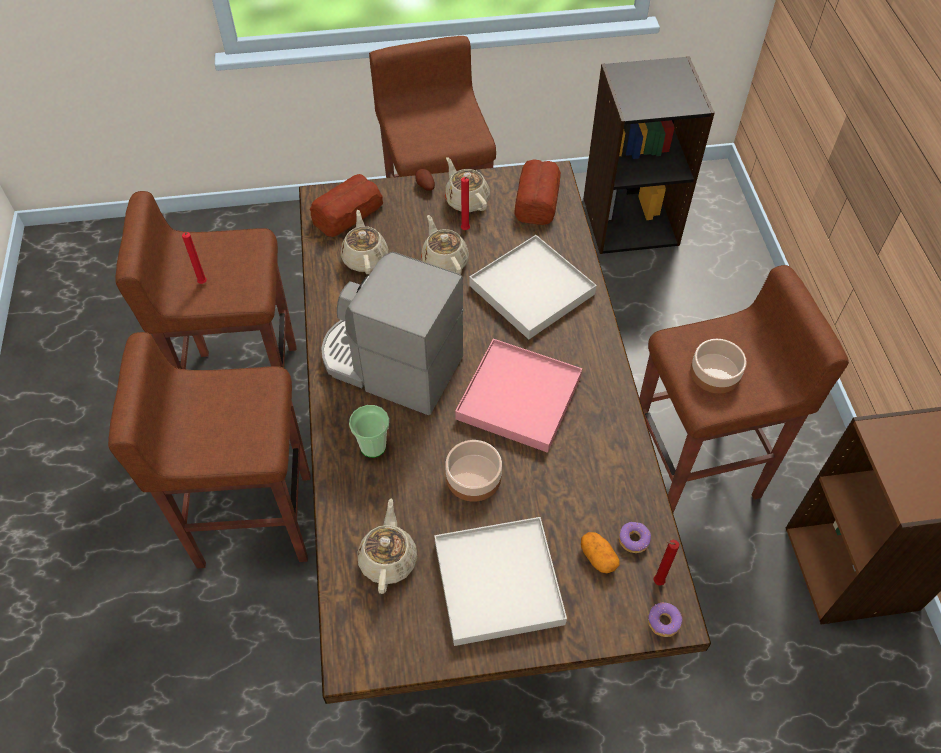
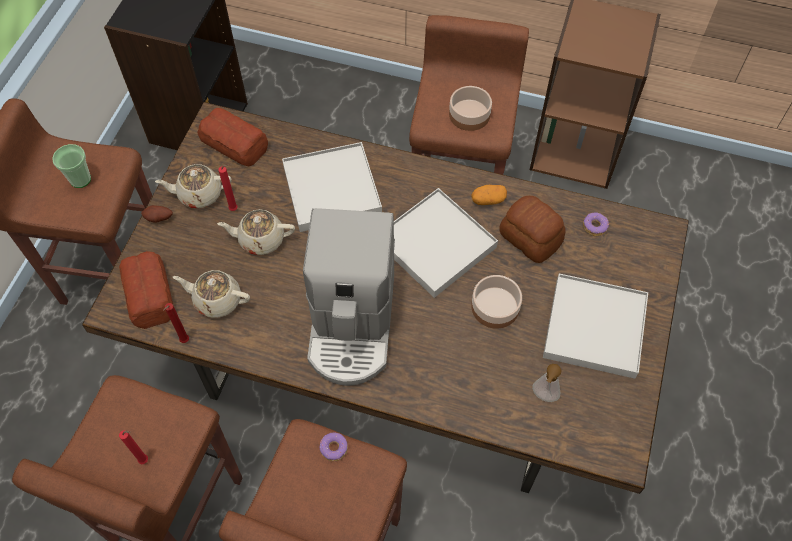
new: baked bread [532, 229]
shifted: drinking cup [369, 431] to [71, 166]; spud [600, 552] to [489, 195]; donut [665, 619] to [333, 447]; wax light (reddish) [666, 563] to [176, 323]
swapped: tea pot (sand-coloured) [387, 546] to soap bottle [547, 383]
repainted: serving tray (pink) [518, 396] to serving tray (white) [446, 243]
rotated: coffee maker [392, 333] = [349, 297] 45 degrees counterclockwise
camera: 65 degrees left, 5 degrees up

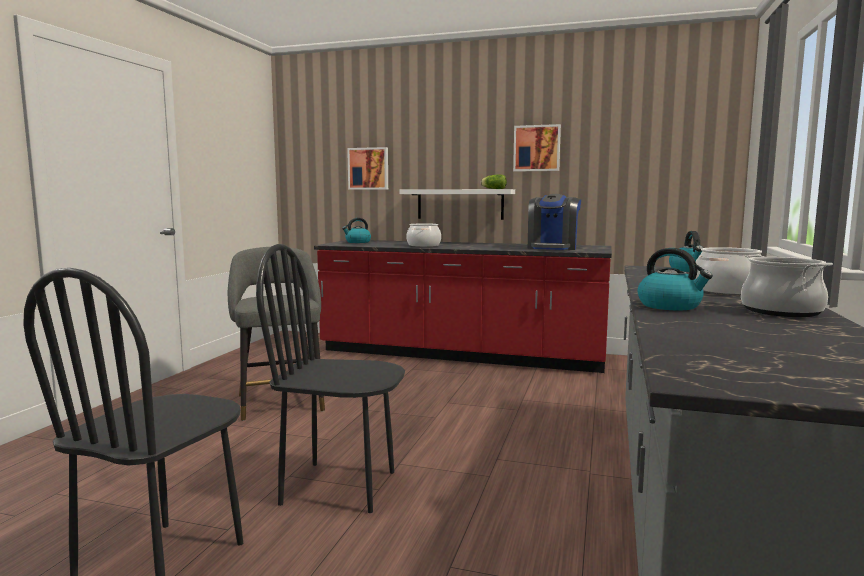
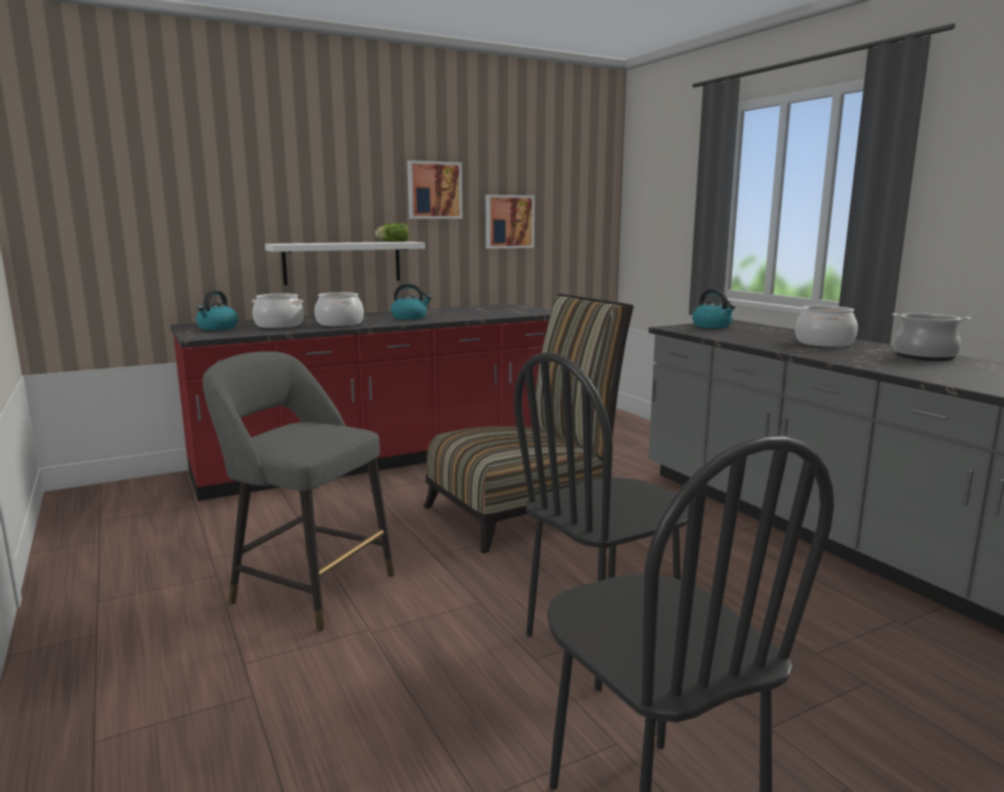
gone: coffee maker [554, 222]
new: cooking pot [278, 310]; chair [529, 423]
shifted: wall picture [367, 168] to [510, 222]; kettle [675, 279] to [411, 301]
camera: 45 degrees left, 5 degrees up

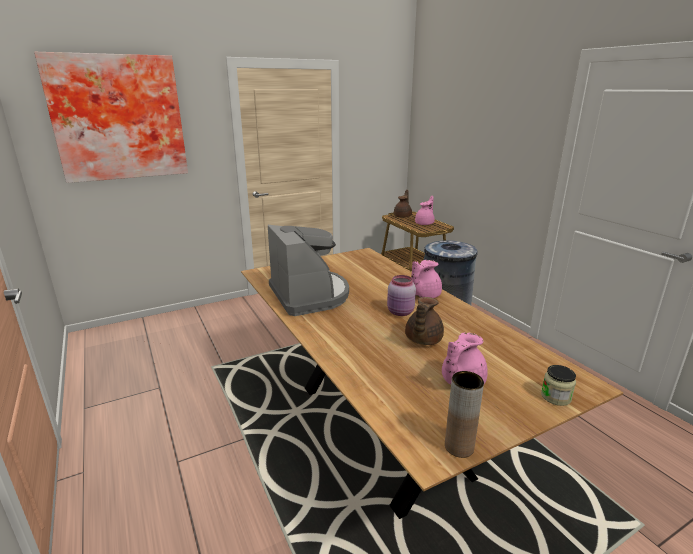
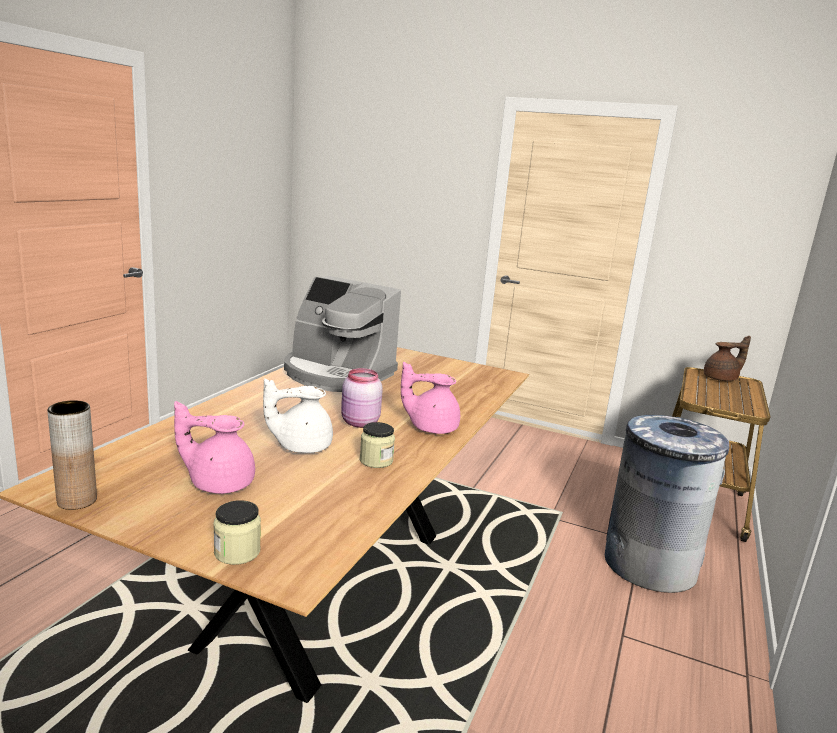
gone: wall picture [111, 117]; tea pot (pink) [425, 210]
new: jar [377, 445]
repainted: tea pot (brownish) [424, 321] to tea pot (white) [298, 415]
rotated: coffee maker [308, 270] = [342, 334] 90 degrees clockwise
camera: 50 degrees right, 5 degrees down

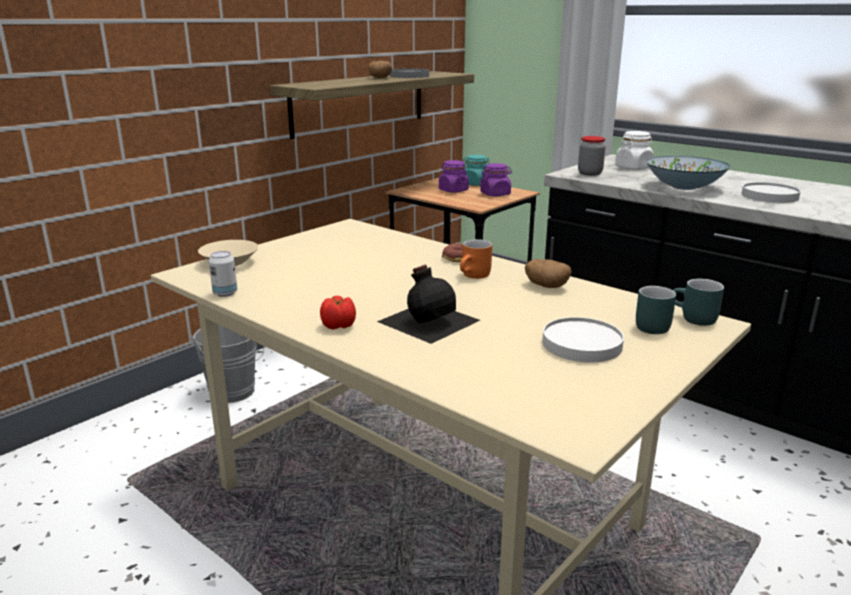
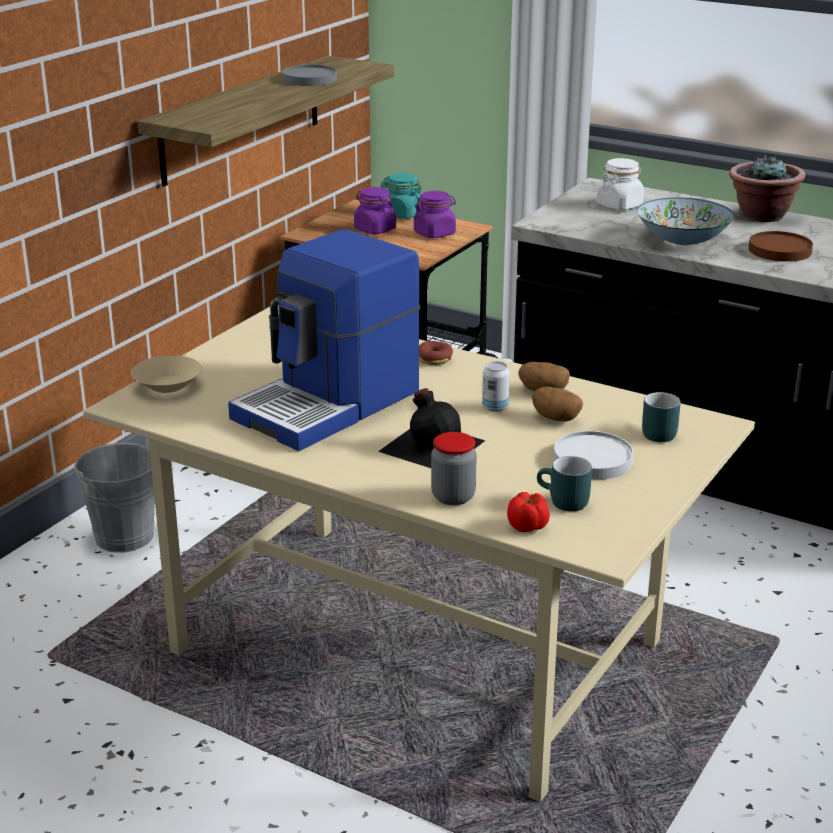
gone: tea mug (orange-coloured) [476, 259]
new: coffee maker [324, 340]; houseplant [767, 188]
shifted: sealed can [223, 274] to [496, 386]; whole tomato [338, 312] to [528, 512]; spud [380, 69] to [557, 404]; jar [591, 156] to [454, 468]; tea mug (turquoise) [698, 302] to [564, 483]
repainted: dinner plate (white) [771, 192] to dinner plate (brownish) [780, 246]
camera: 10 degrees left, 5 degrees up

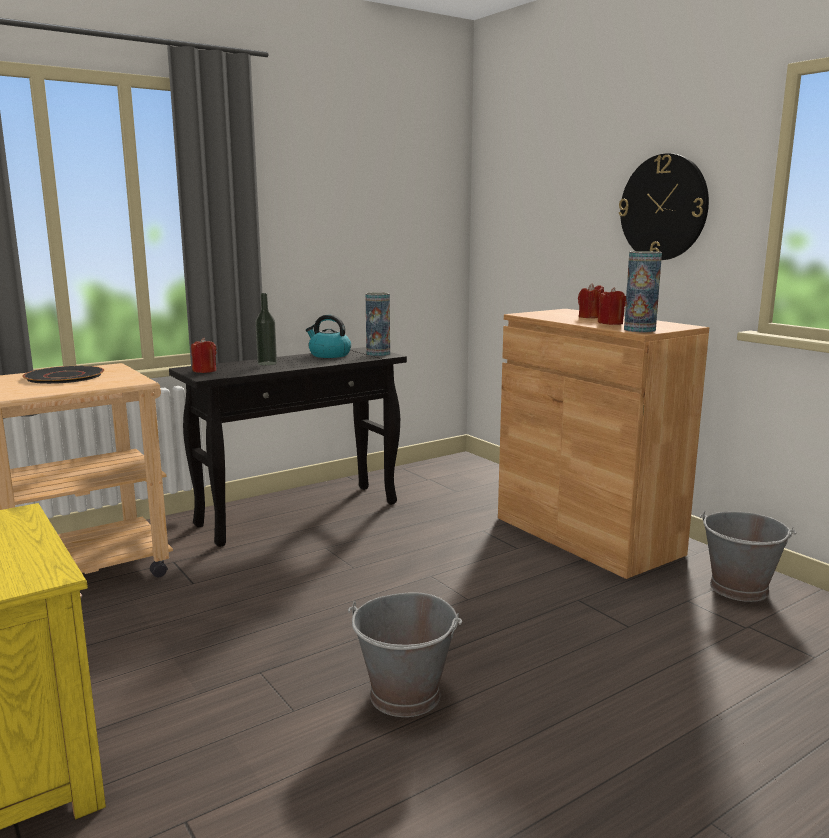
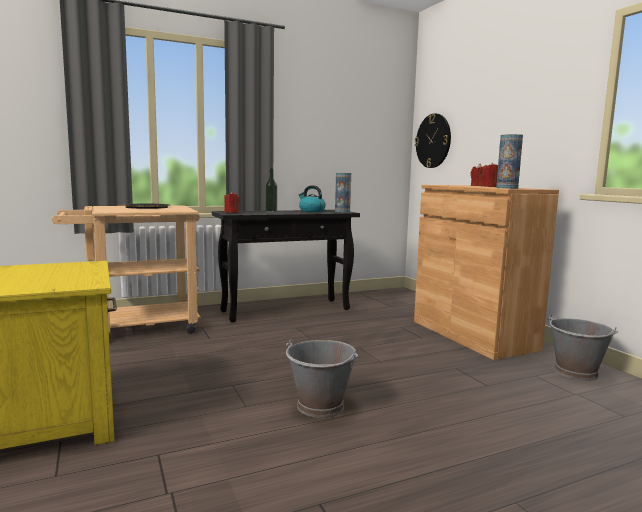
shifted: hanging clock [664, 206] to [433, 140]
camera: 10 degrees right, 5 degrees down

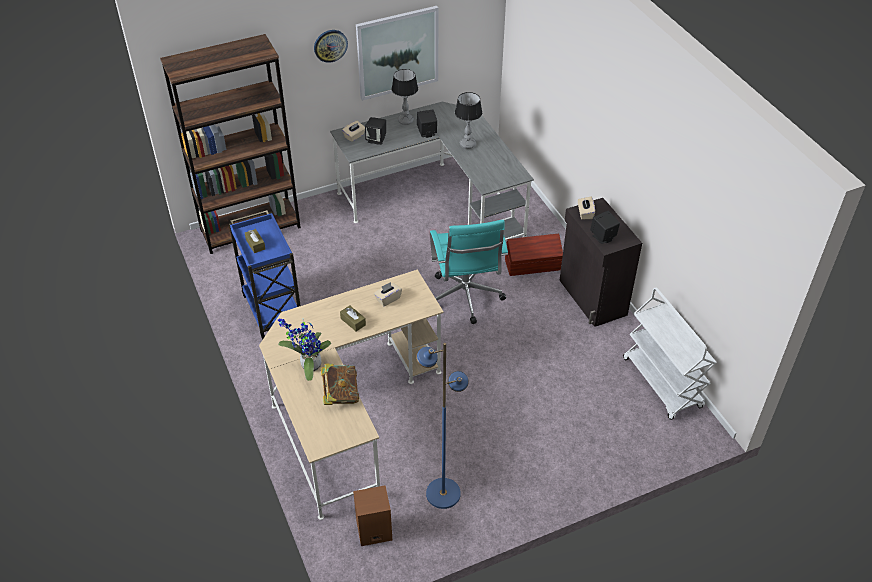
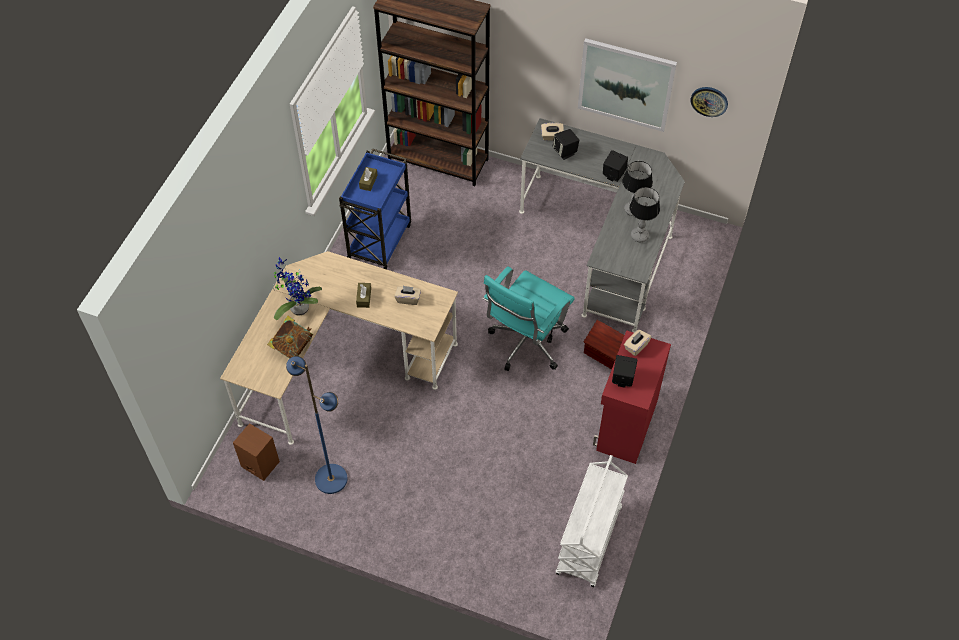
shifted: hanging clock [331, 46] to [709, 102]; lamp for a table [405, 97] to [644, 214]
repainted: cupboard (blackish) [600, 262] to cupboard (reddish) [632, 397]
camera: 45 degrees right, 10 degrees up

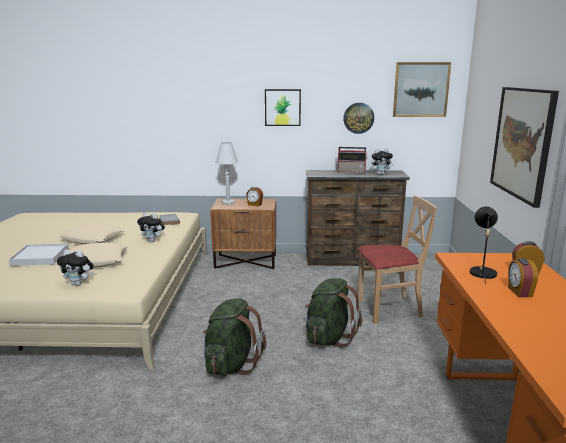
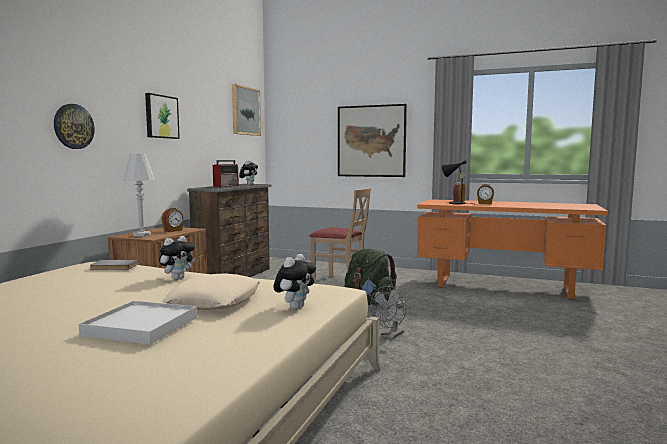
gone: cushion (sand-coloured) [92, 233]
shifted: hanging clock [358, 118] to [74, 126]
swapped: backpack (green) [234, 337] to electric fan (grey) [388, 313]
rotated: chair (sand-coloured) [397, 259] = [340, 236] 105 degrees clockwise
camera: 70 degrees left, 10 degrees down

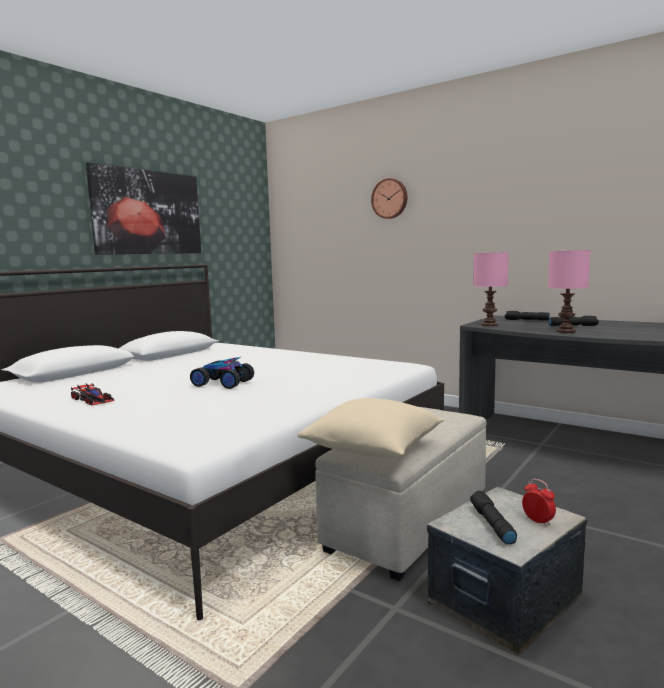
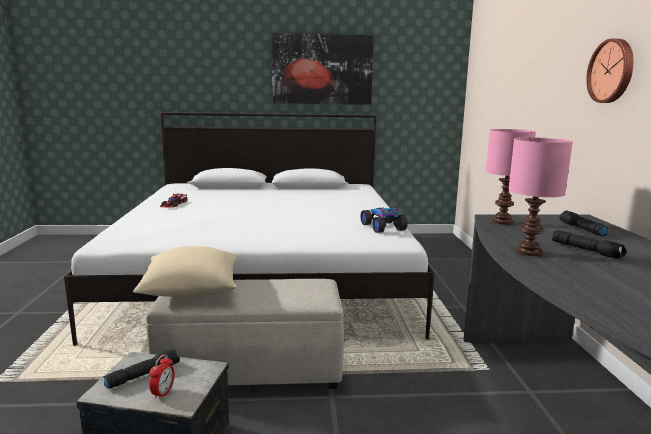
shifted: model car [222, 373] to [383, 220]; hanging clock [389, 198] to [610, 71]
camera: 50 degrees right, 5 degrees up

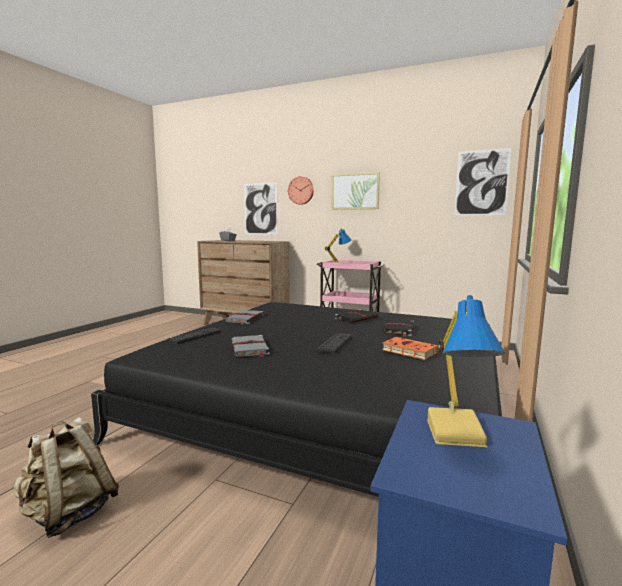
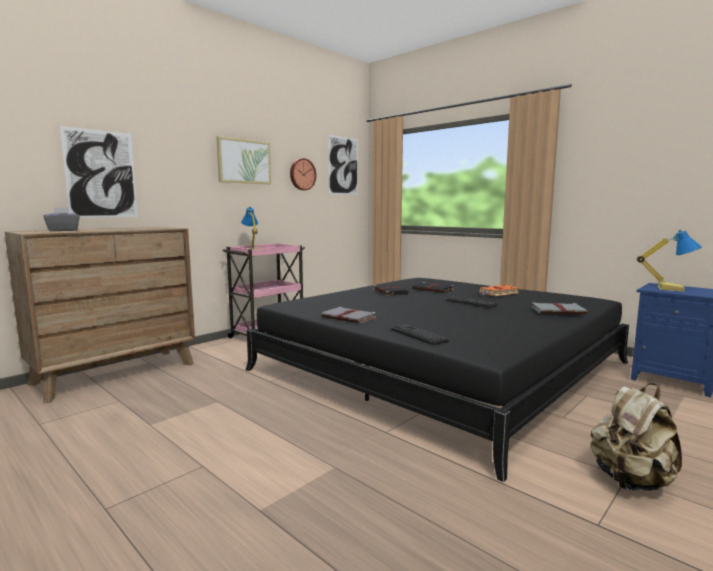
shifted: bound book (grey) [250, 346] to [559, 308]; hanging clock [301, 190] to [303, 174]
camera: 70 degrees left, 0 degrees up

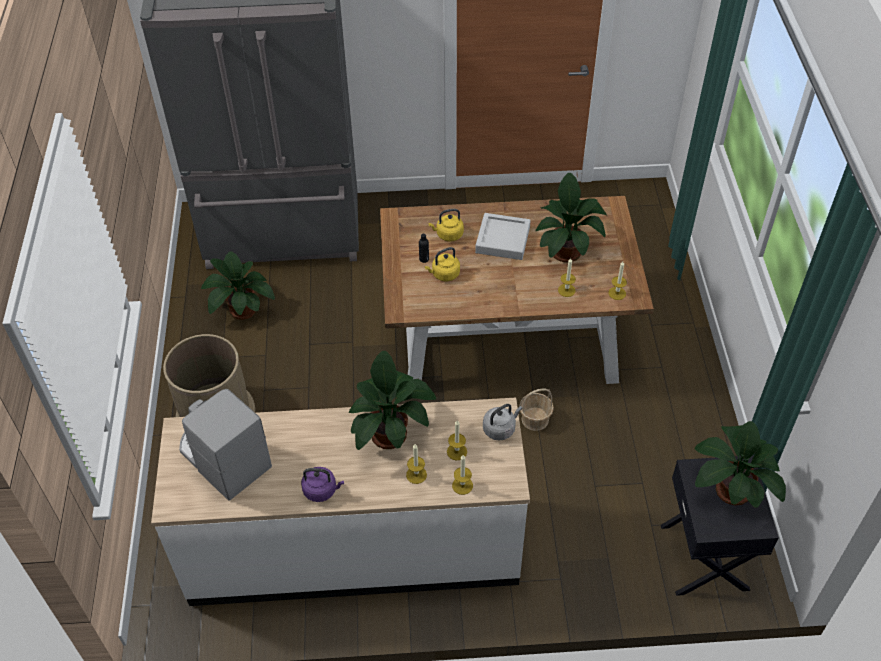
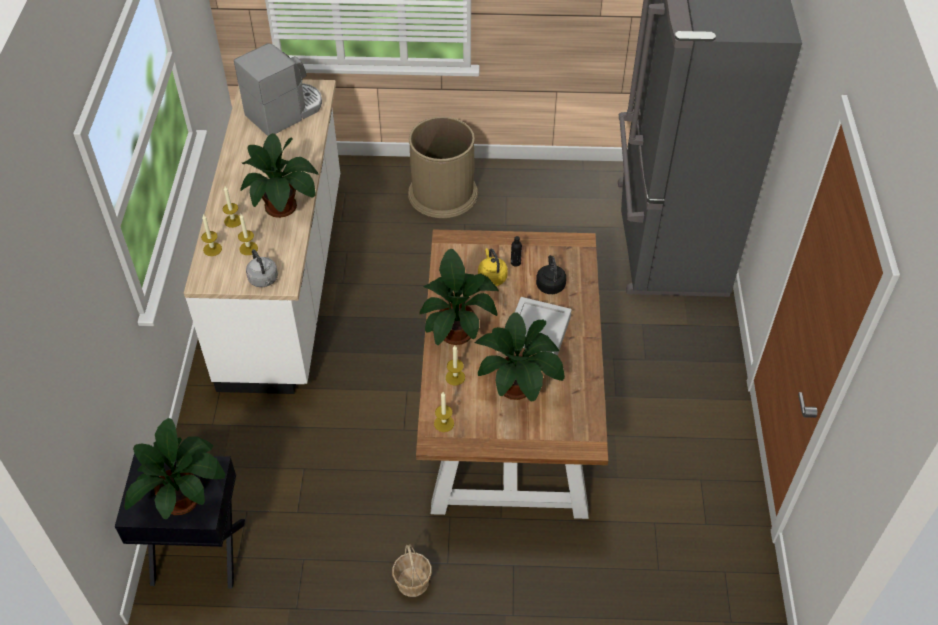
gone: kettle (purplish) [322, 484]
shifted: houseplant [238, 285] to [459, 297]; basket [536, 410] to [412, 570]
repainted: kettle (yellow) [446, 225] to kettle (blackish) [551, 274]
camera: 95 degrees right, 0 degrees up

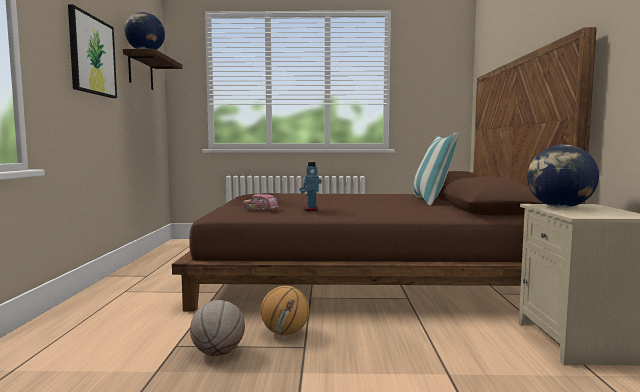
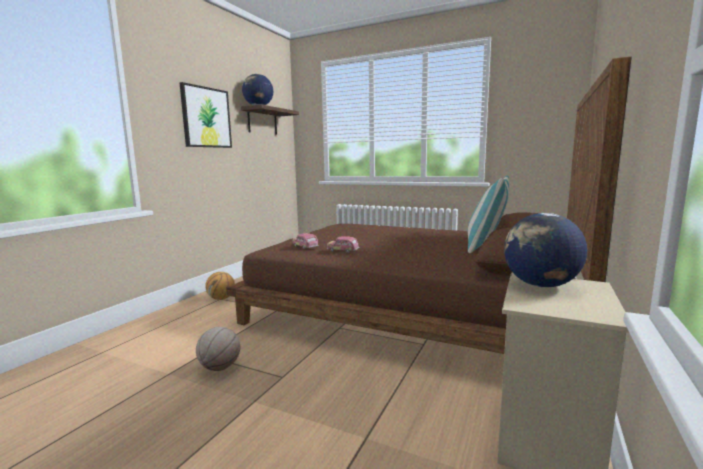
shifted: ball for basketball [285, 310] to [220, 286]
swapped: model robot [311, 186] to model car [343, 244]
camera: 25 degrees right, 5 degrees up

